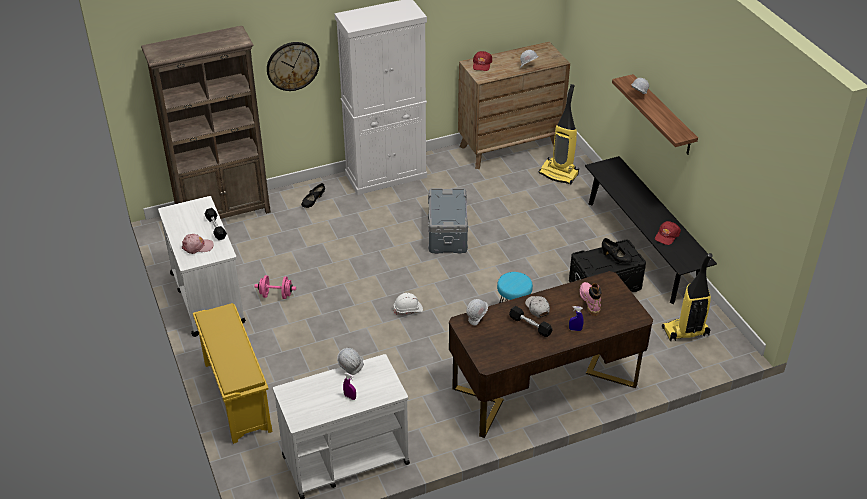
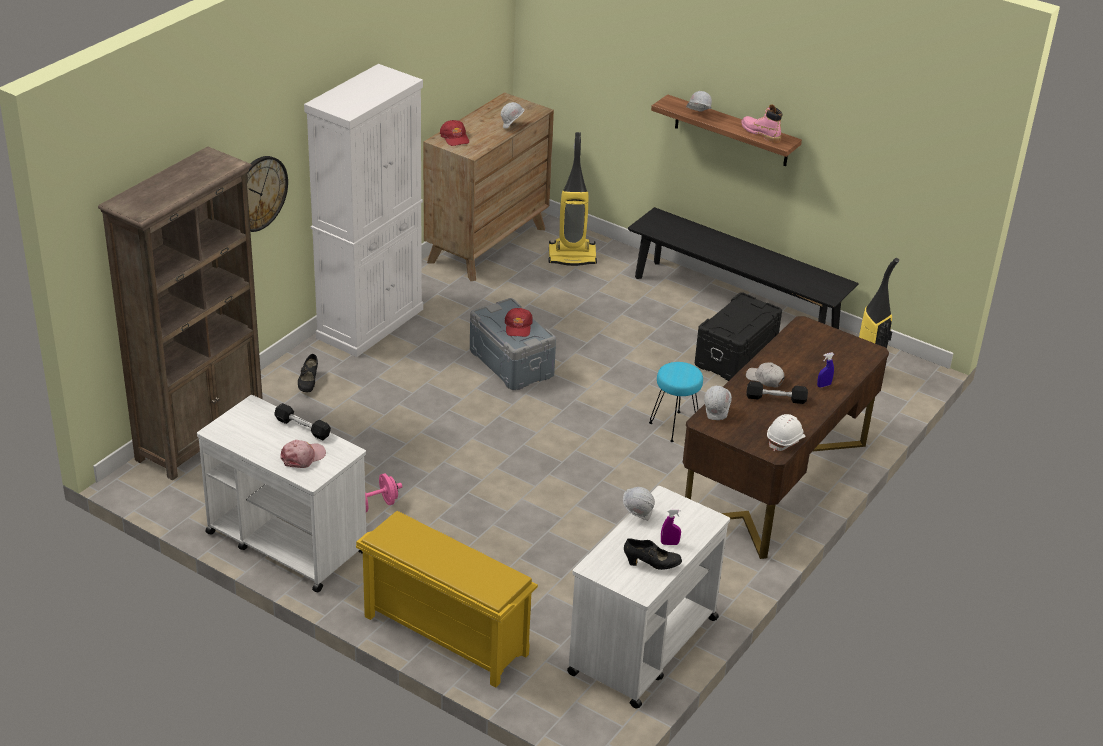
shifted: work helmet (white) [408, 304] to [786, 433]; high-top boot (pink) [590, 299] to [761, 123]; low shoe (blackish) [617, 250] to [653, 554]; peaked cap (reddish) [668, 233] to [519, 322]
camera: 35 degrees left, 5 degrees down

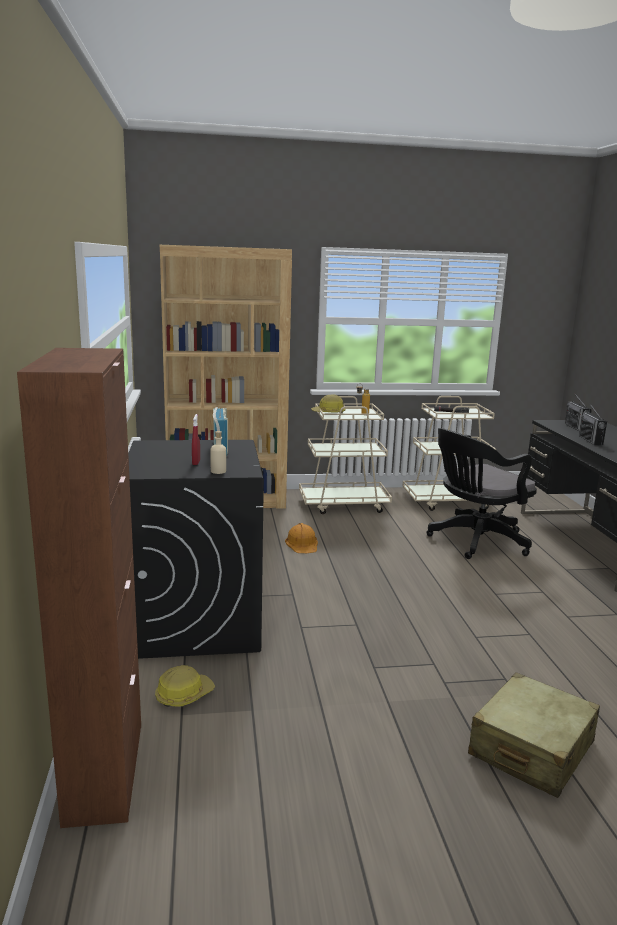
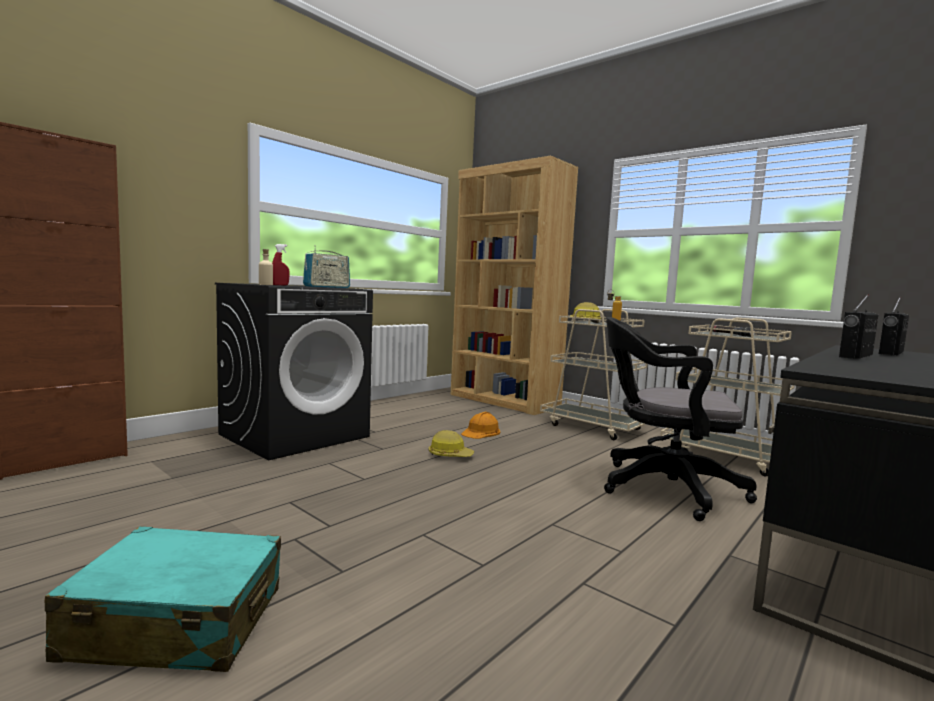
shifted: work helmet [185, 686] to [451, 443]
repainted: piece of luggage (sand-coloured) [534, 735] to piece of luggage (turquoise) [163, 599]
camera: 50 degrees right, 10 degrees down

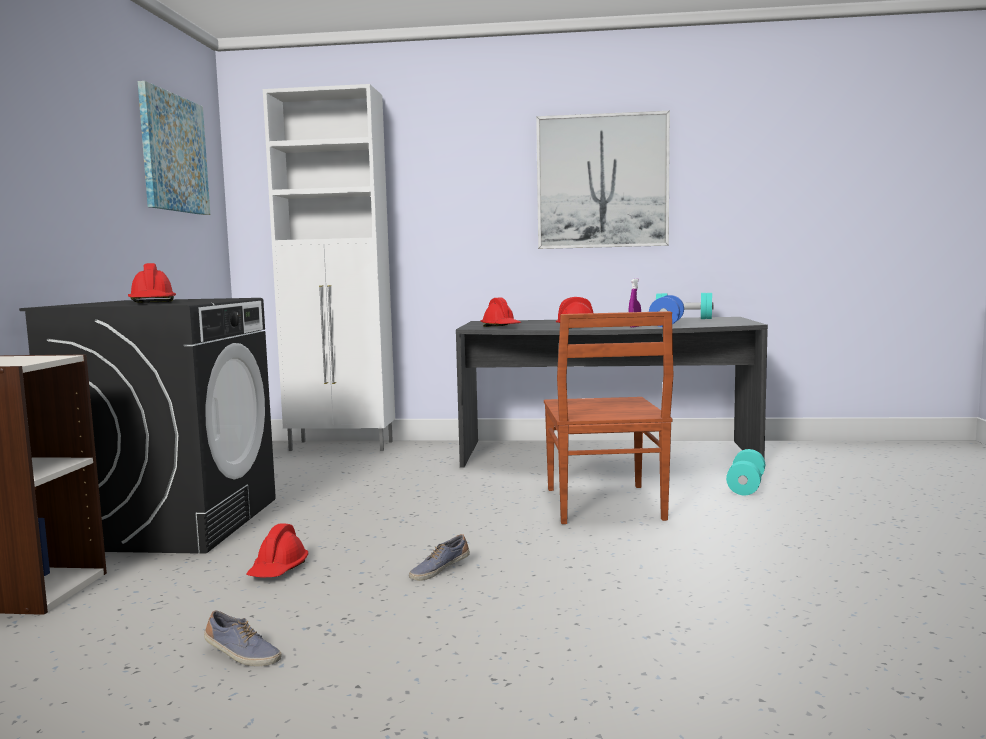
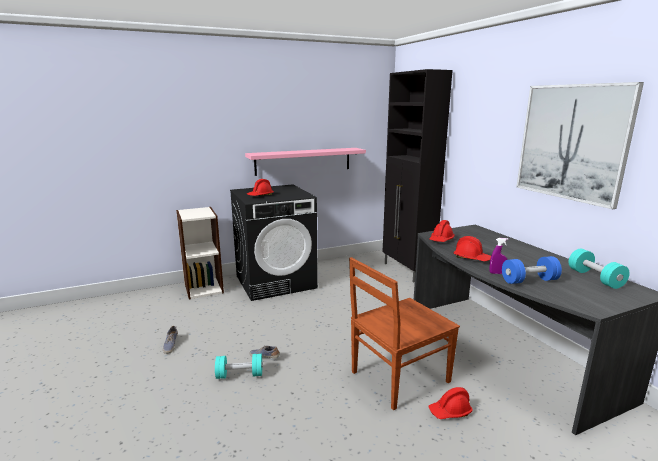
gone: wall picture [174, 148]
new: shelf (pink) [305, 162]
shifted: work helmet (reddish) [277, 550] to [451, 403]; dumbbell (turquoise) [745, 472] to [239, 366]
repainted: cupboard (white) [329, 267] to cupboard (blackish) [418, 176]
camera: 60 degrees right, 10 degrees up

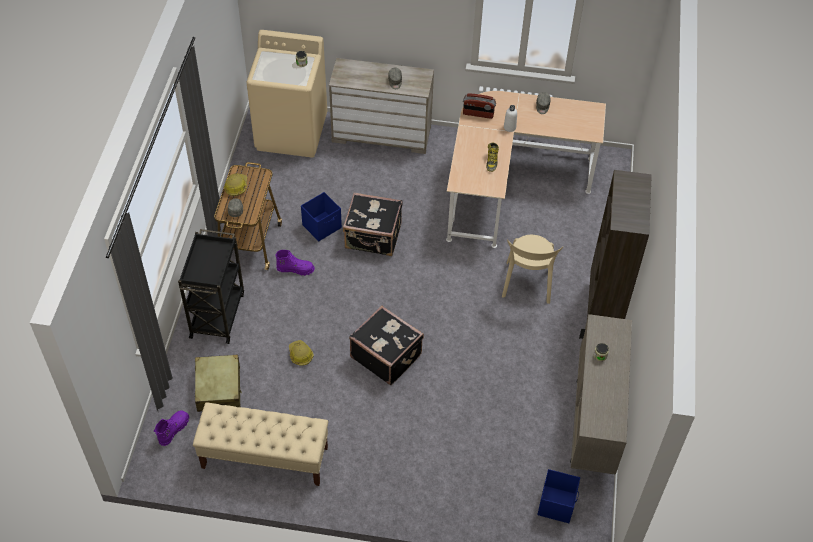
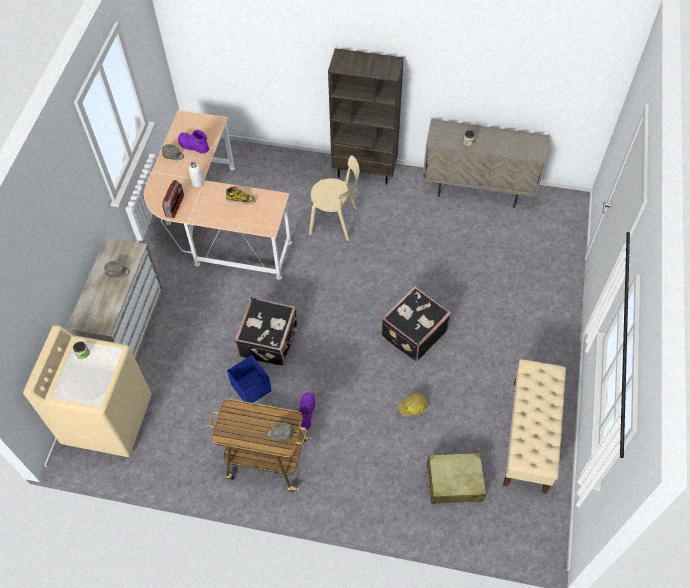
gone: cart (blackish) [211, 286]; work helmet [235, 184]; storage bin (blue) [558, 496]
shifted: high-top boot (purplish) [171, 428] to [193, 142]
camera: 85 degrees left, 5 degrees up

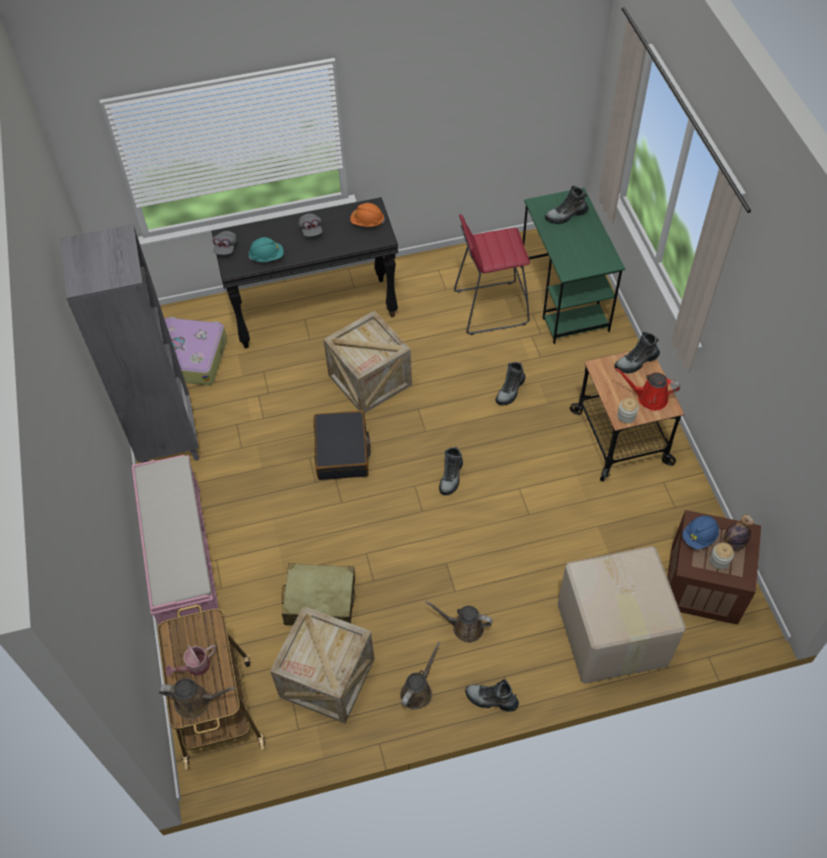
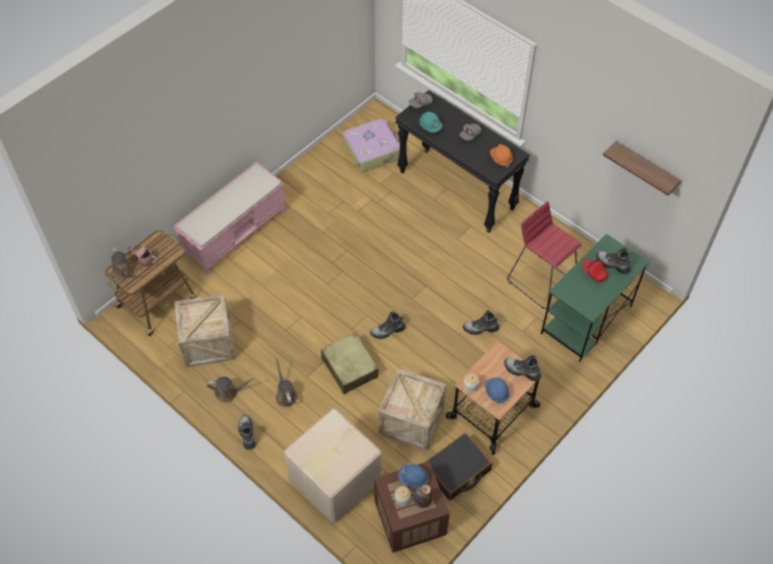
gone: shelving unit (grey) [129, 343]
new: peaked cap (reddish) [595, 270]; shelf [642, 168]
shifted: piece of luggage (sand-coloured) [318, 594] to [350, 363]; piece of luggage (blackish) [342, 445] to [458, 466]; shipping crate [367, 362] to [412, 409]
swapped: watering can (reddish) [647, 389] to work helmet (blue) [497, 390]
camera: 55 degrees right, 0 degrees up

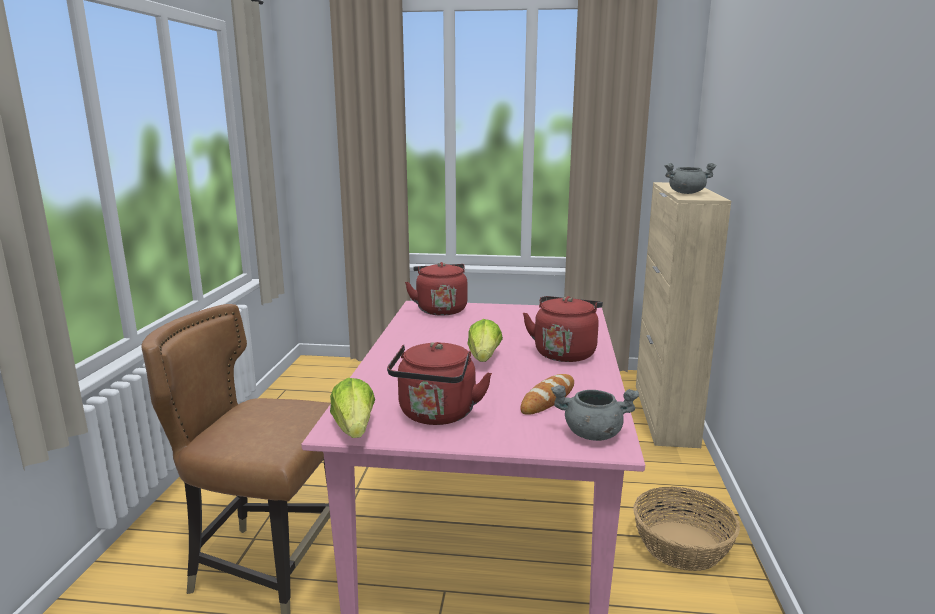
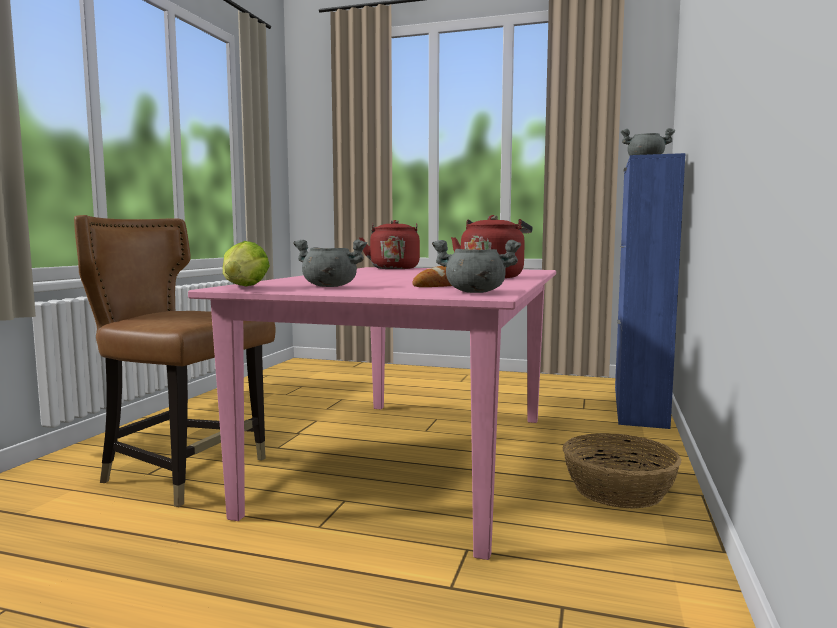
gone: head of lettuce [485, 340]
swapped: kettle (reddish) [439, 383] to cooking pot (grey) [330, 263]
repainted: cupboard (sand-coloured) [683, 315] to cupboard (blue) [650, 291]
camera: 10 degrees right, 10 degrees down

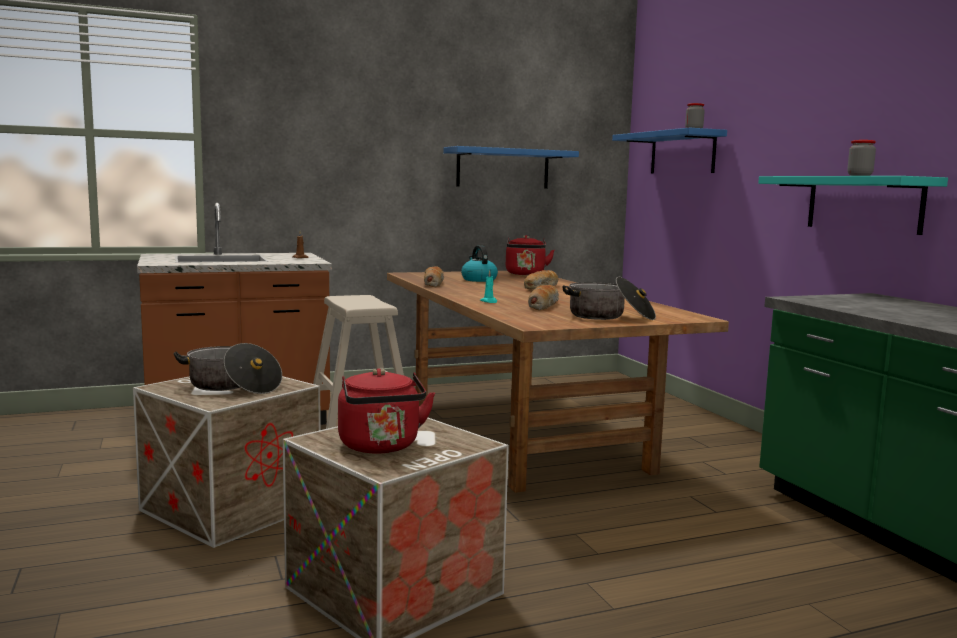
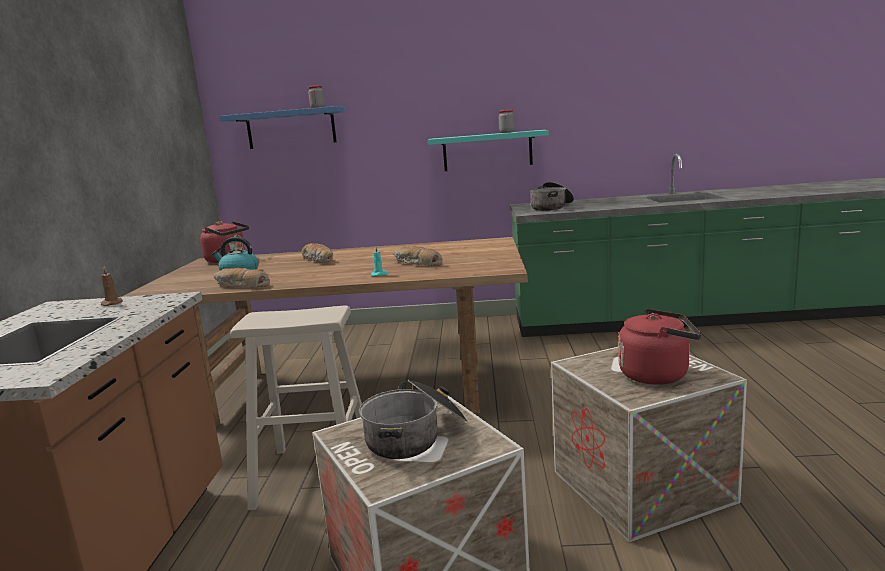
gone: shelf (blue) [511, 167]
shifted: cooking pot [609, 298] to [551, 196]
camera: 65 degrees left, 5 degrees up

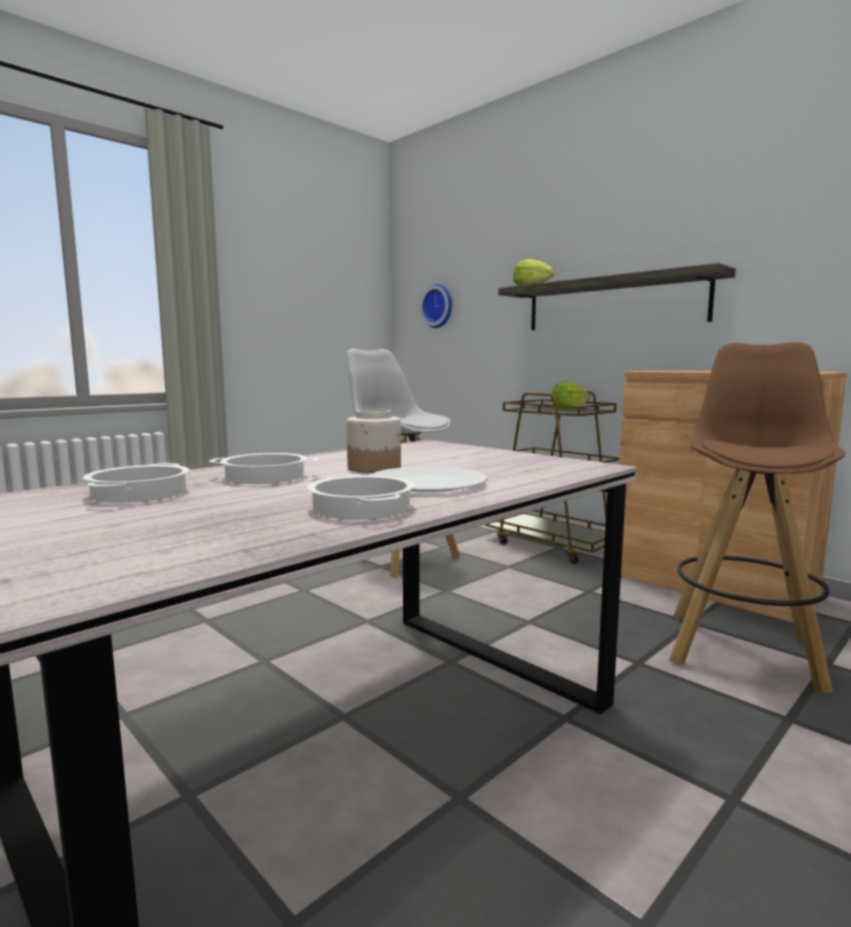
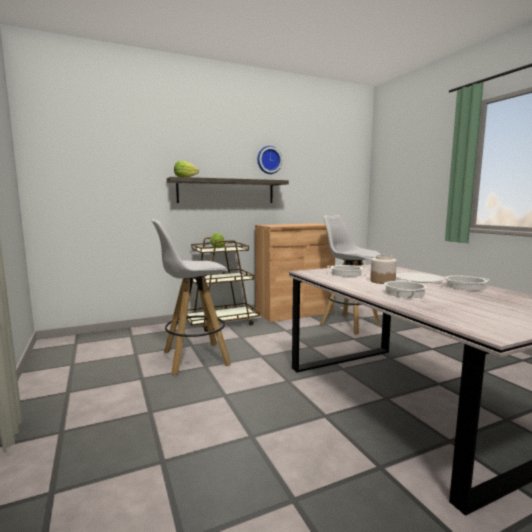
shifted: cooking pot [136, 482] to [347, 271]; hanging clock [436, 306] to [269, 160]
repainted: stool seat (brownish) [757, 517] to stool seat (white) [350, 275]
camera: 70 degrees left, 0 degrees up

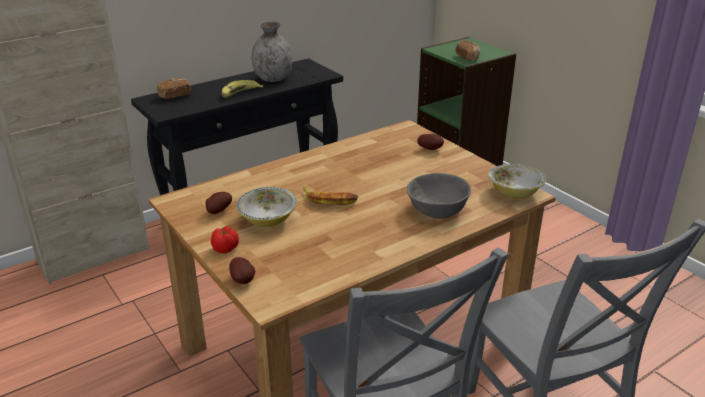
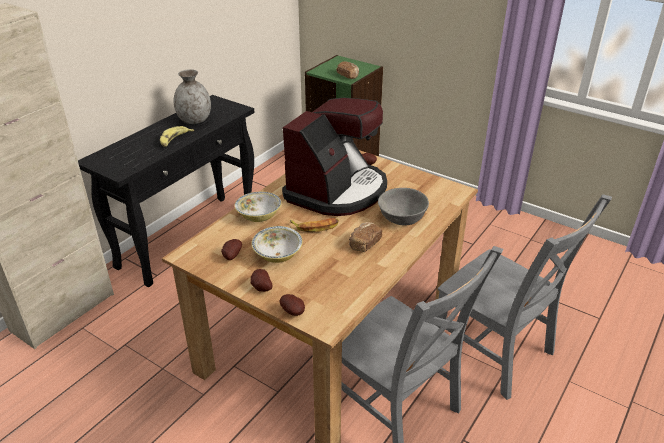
new: coffee maker [334, 157]
shifted: baked bread [174, 88] to [365, 237]; serving bowl [517, 181] to [258, 206]
swapped: whole tomato [225, 240] to spud [261, 280]
camera: 20 degrees left, 5 degrees up

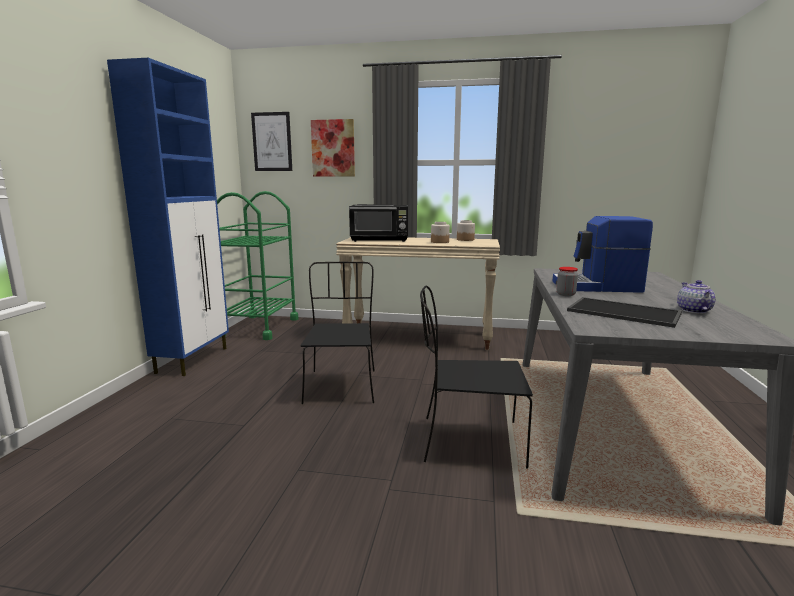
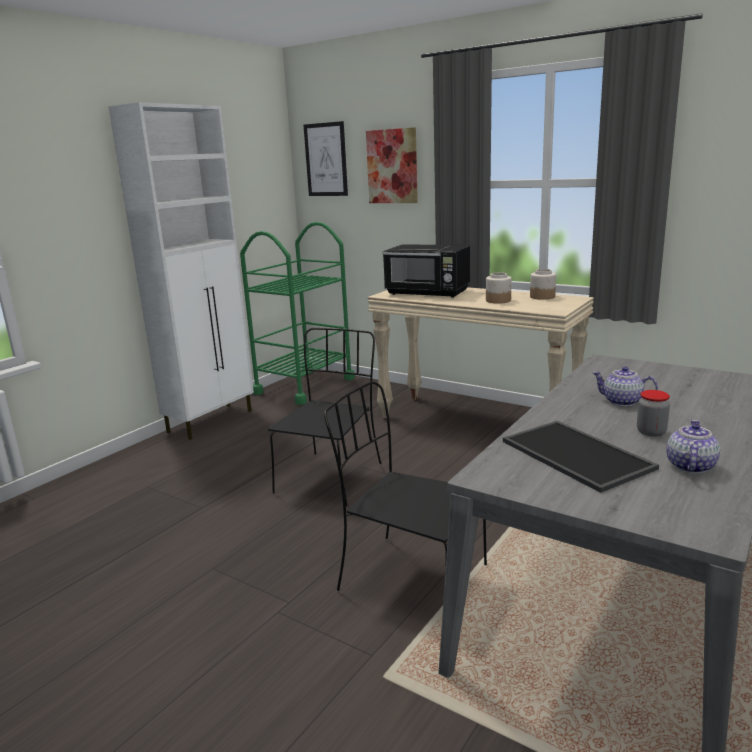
shifted: jar [567, 281] to [653, 413]
swapped: coffee maker [602, 254] to tea pot [625, 386]
repainted: cupboard (blue) [168, 217] to cupboard (white) [181, 271]
camera: 25 degrees right, 5 degrees up

